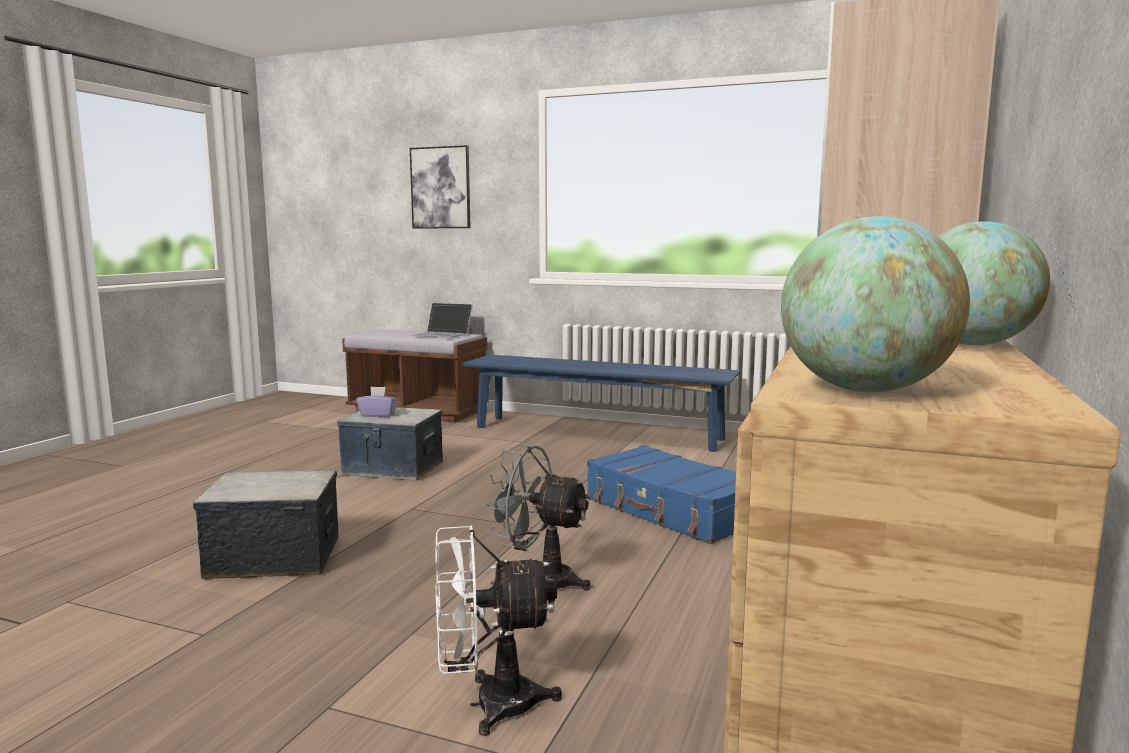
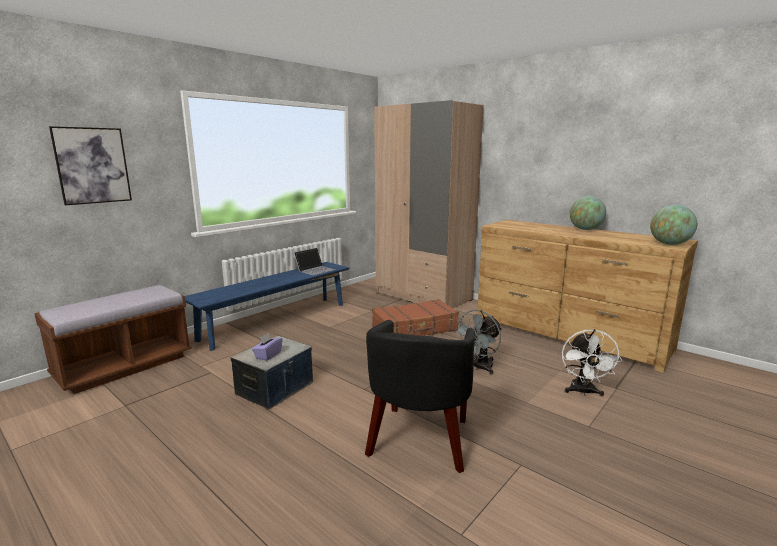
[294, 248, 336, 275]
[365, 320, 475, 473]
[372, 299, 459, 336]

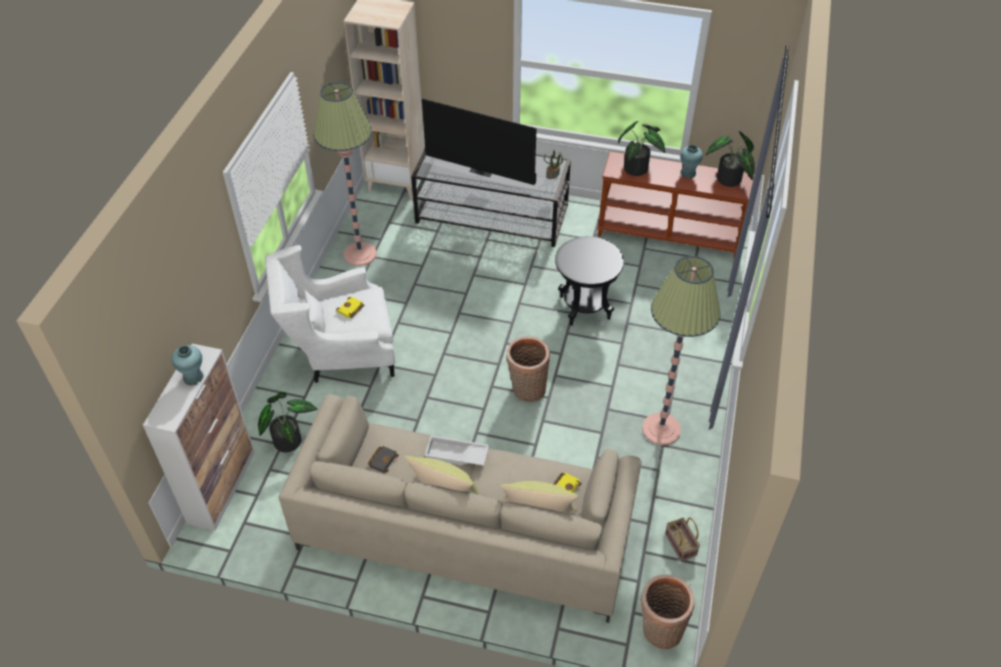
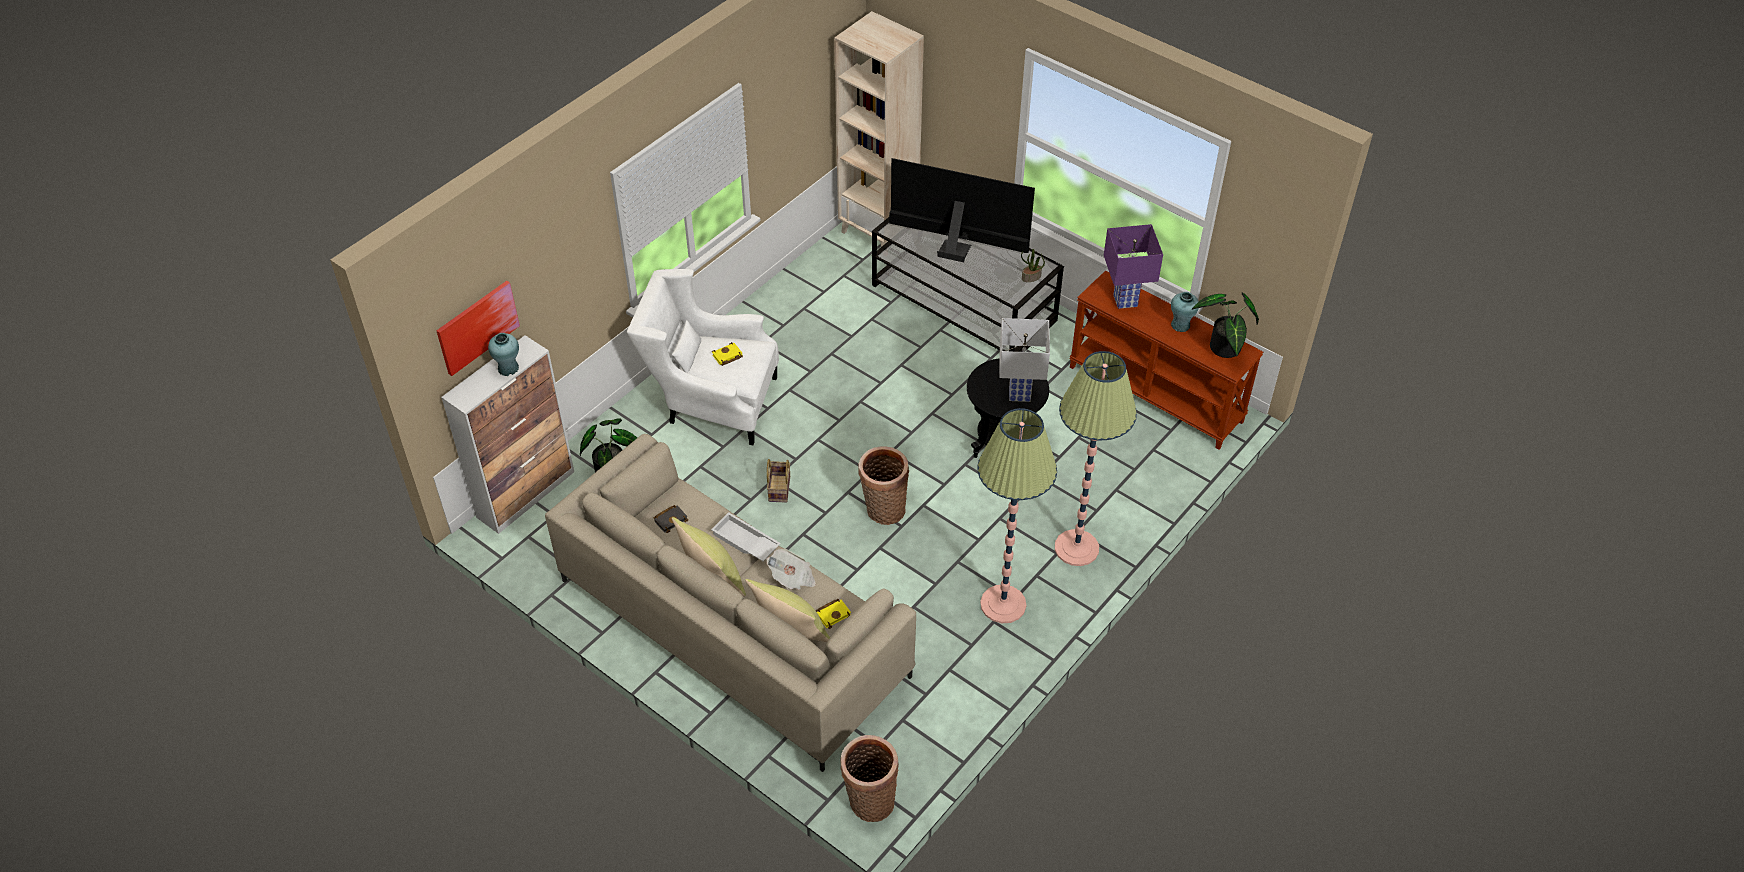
[436, 281, 520, 376]
[766, 549, 816, 590]
[767, 459, 790, 503]
[889, 158, 1035, 262]
[1000, 318, 1050, 402]
[1055, 351, 1137, 566]
[1104, 224, 1163, 309]

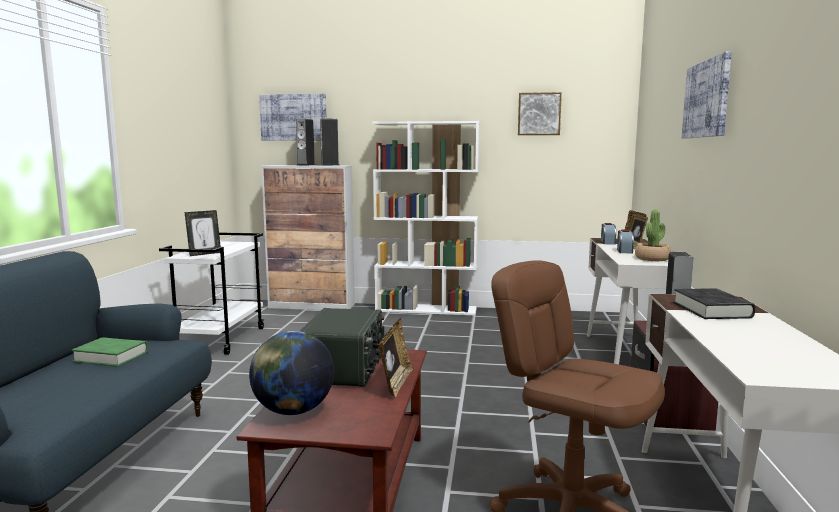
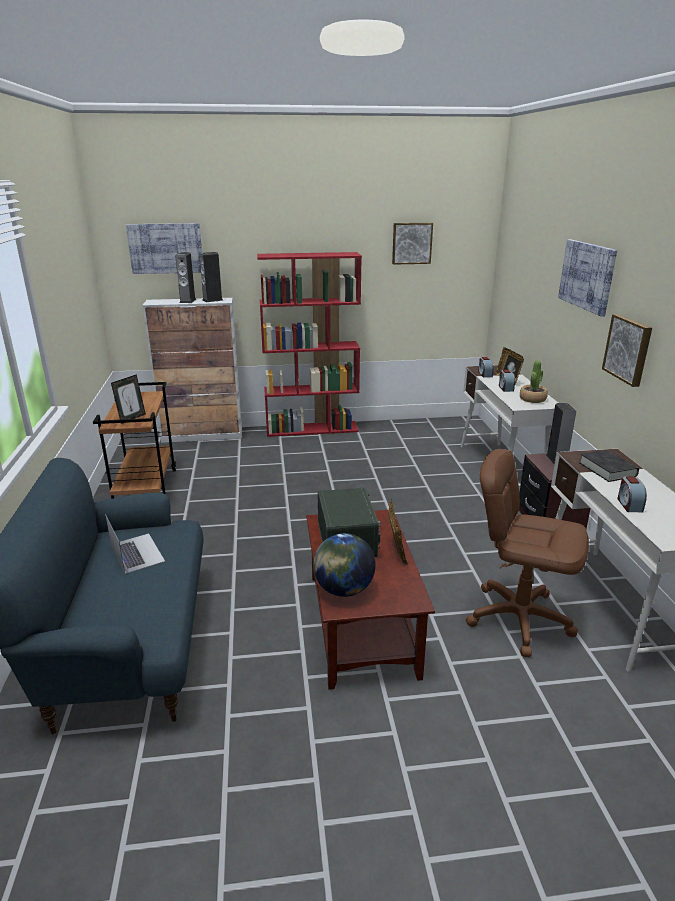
[93, 382, 176, 499]
[105, 514, 165, 574]
[257, 252, 362, 437]
[602, 314, 652, 387]
[617, 476, 647, 512]

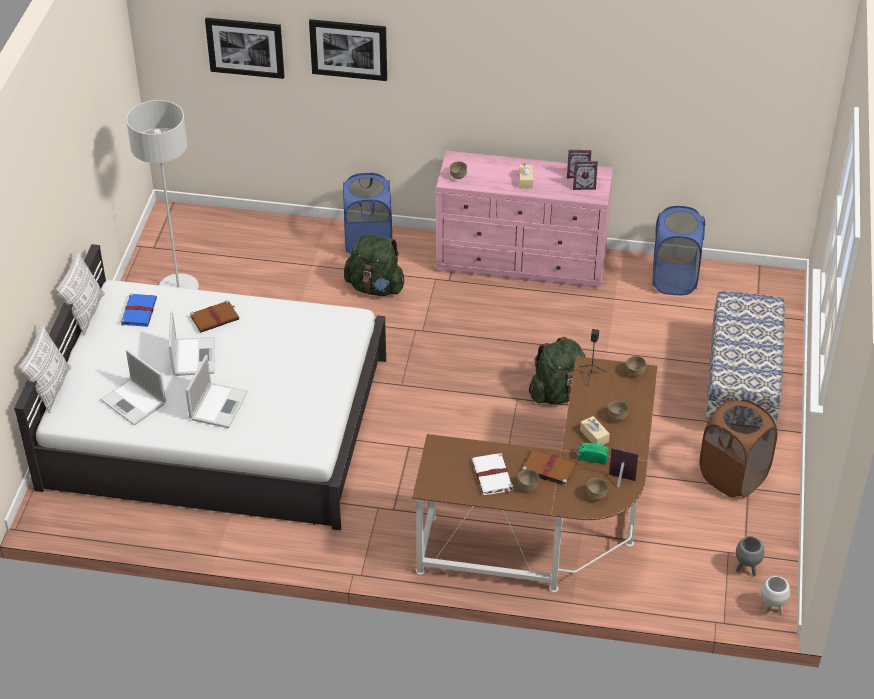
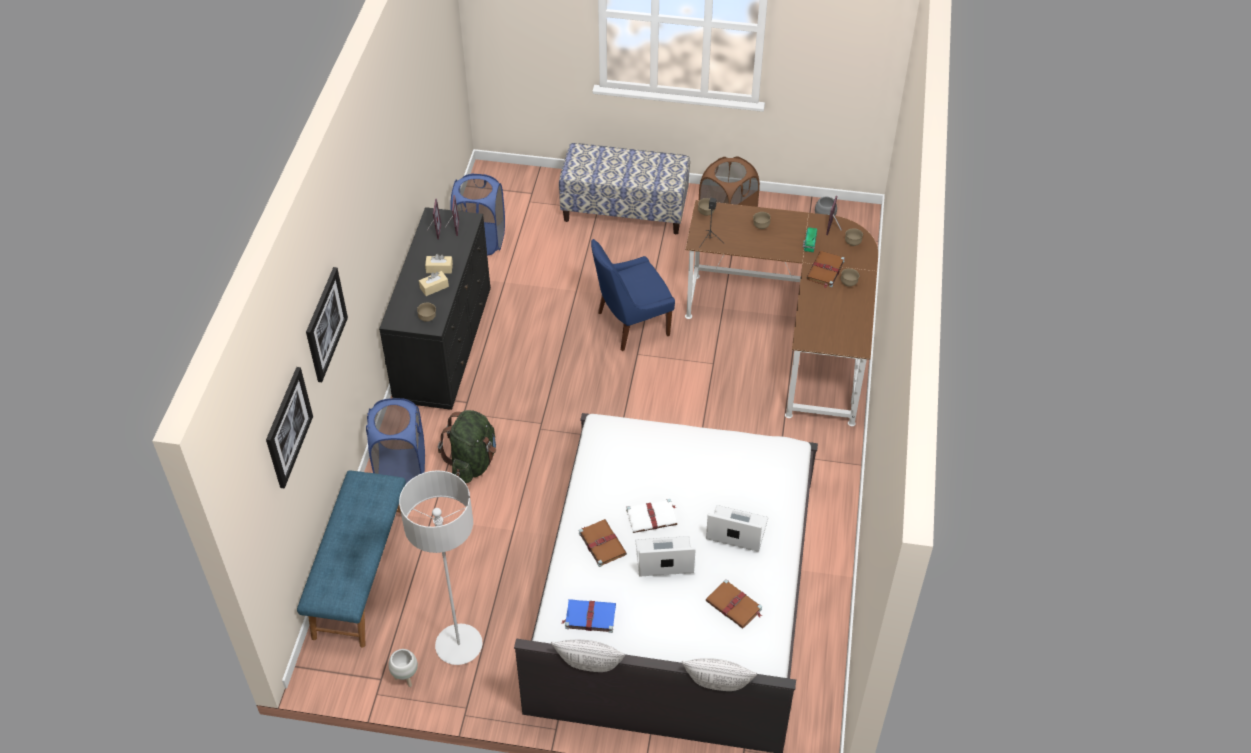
[297, 470, 406, 648]
[379, 207, 491, 410]
[388, 649, 418, 687]
[419, 271, 449, 296]
[591, 239, 675, 351]
[626, 499, 677, 533]
[706, 579, 762, 629]

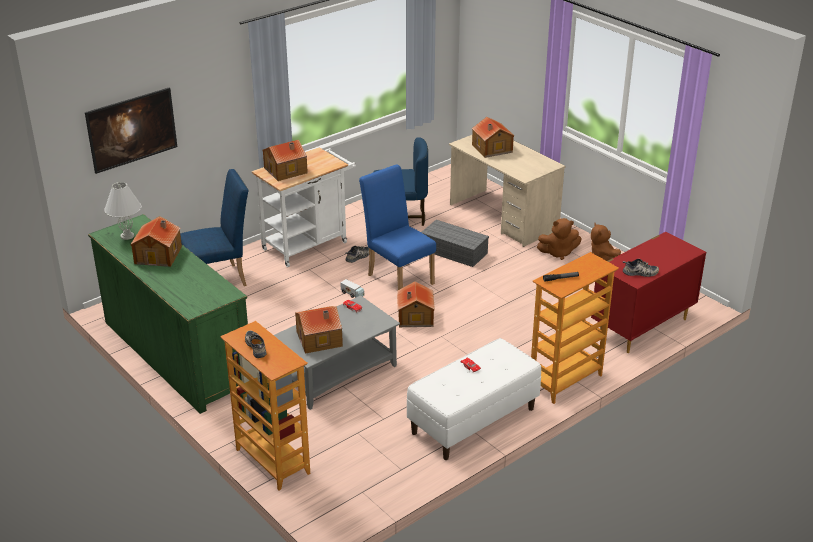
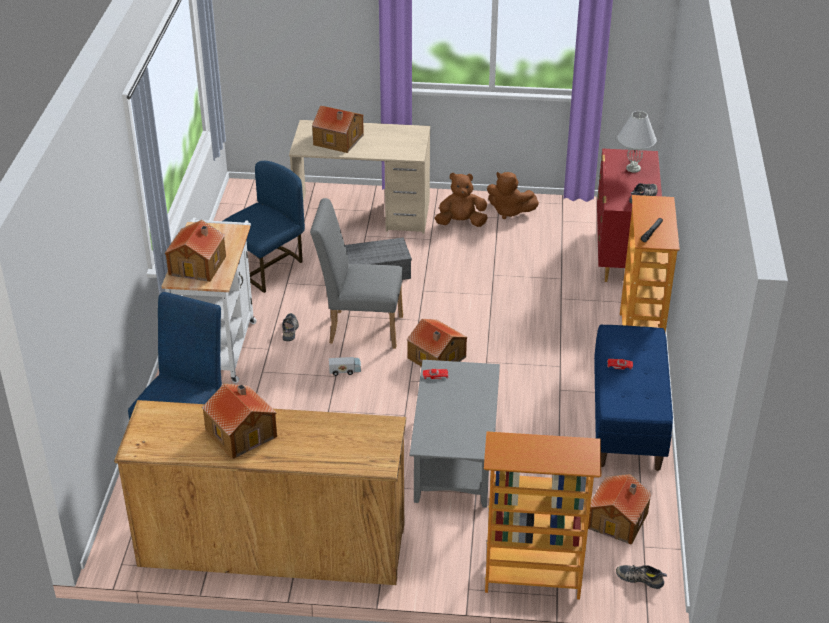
[114, 400, 406, 585]
[310, 198, 403, 349]
[435, 173, 488, 227]
[588, 474, 653, 545]
[594, 325, 673, 471]
[616, 565, 667, 589]
[618, 111, 657, 173]
[85, 88, 177, 174] (first image)

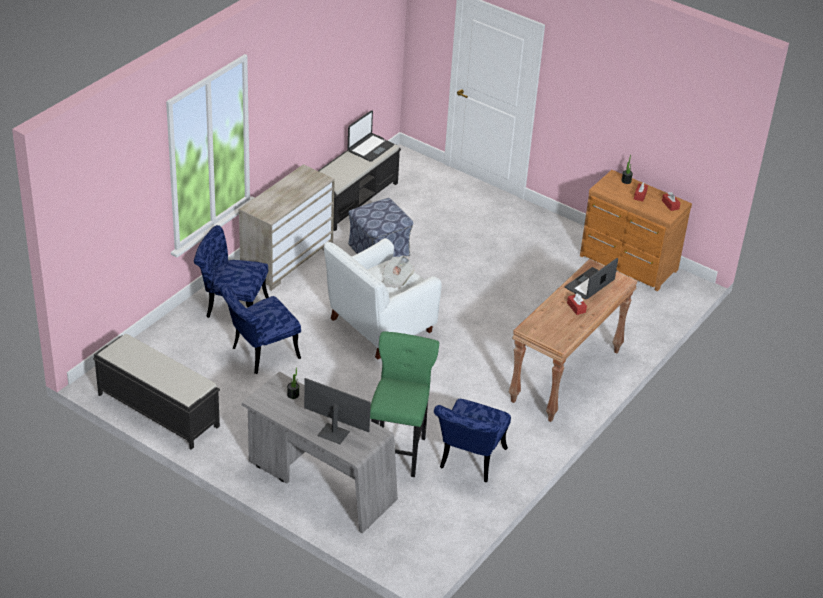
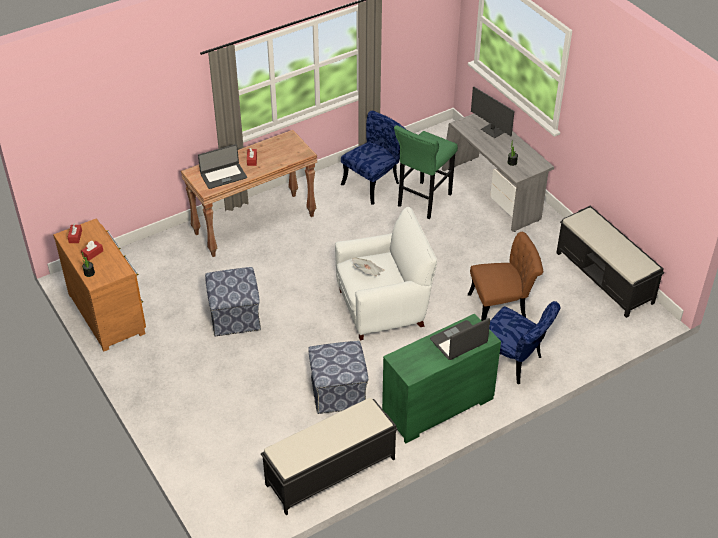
[205, 267, 261, 336]
[382, 313, 501, 443]
[430, 318, 490, 360]
[468, 232, 543, 321]

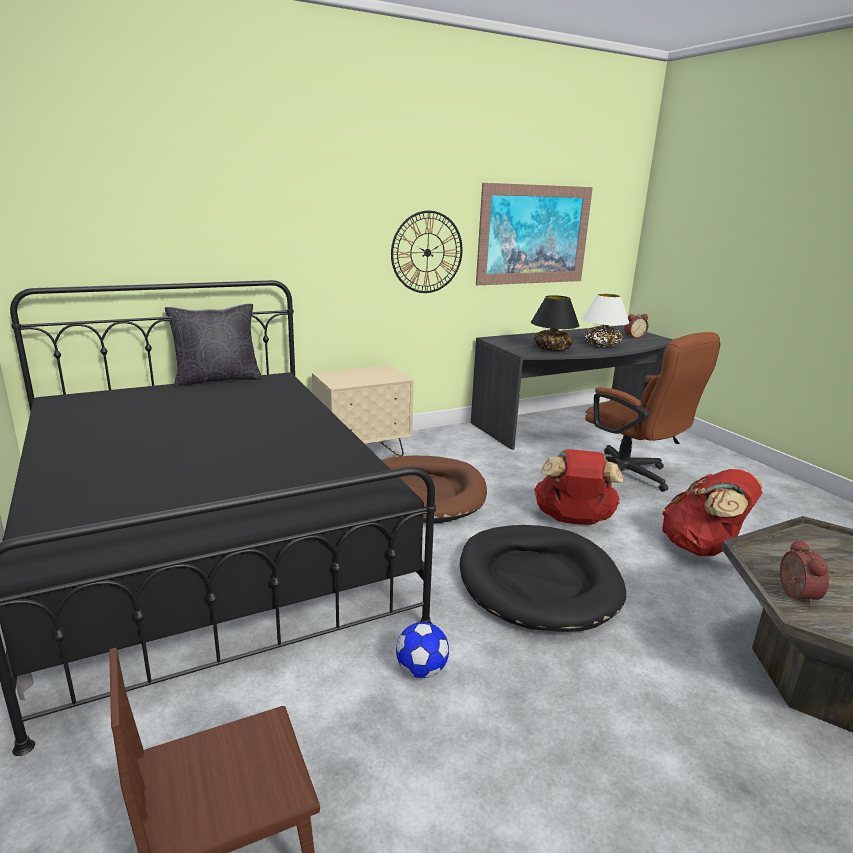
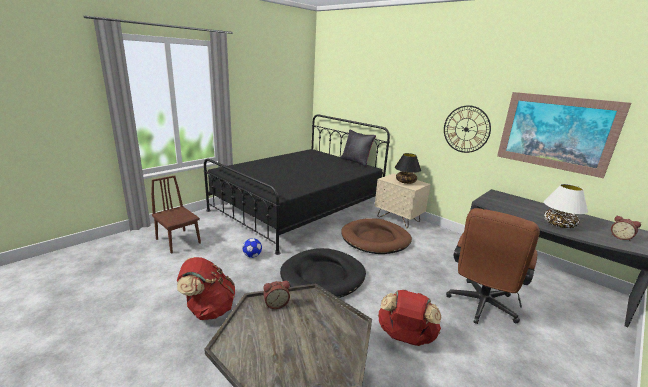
[177, 257, 235, 320]
[395, 153, 421, 184]

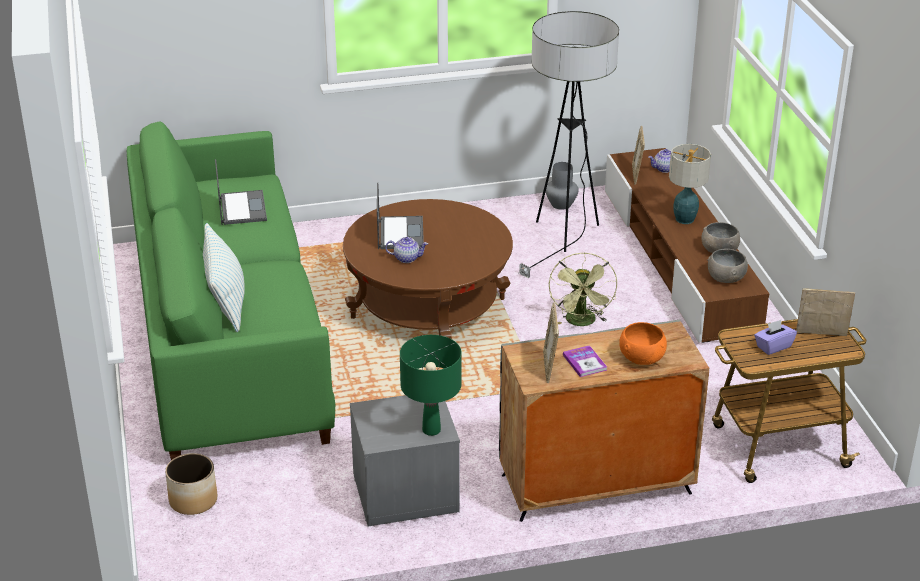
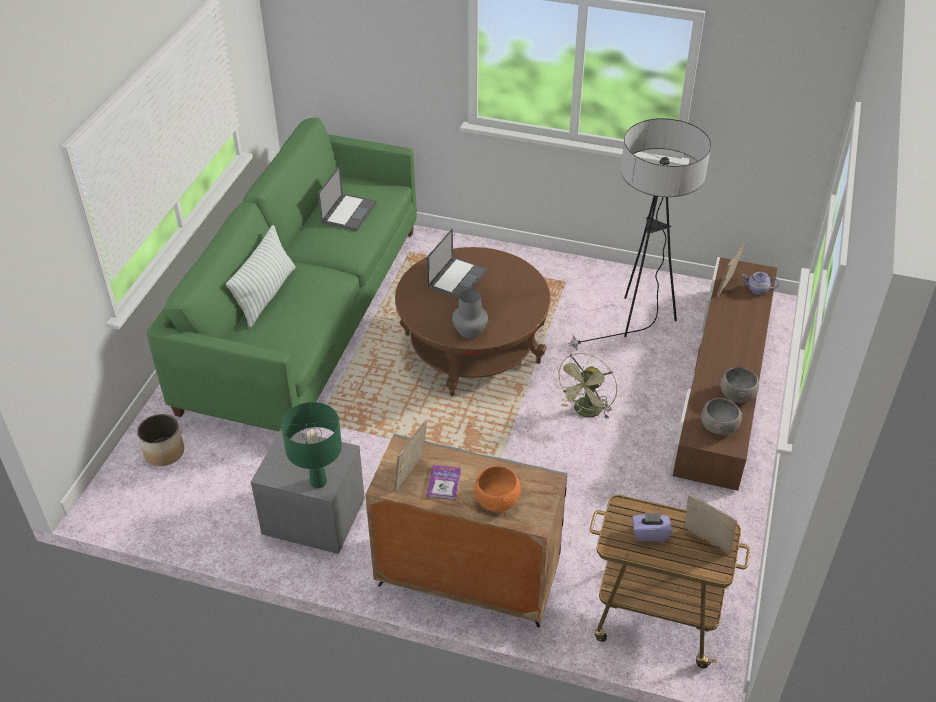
[452, 289, 488, 339]
[385, 237, 428, 263] (first image)
[669, 144, 711, 224] (first image)

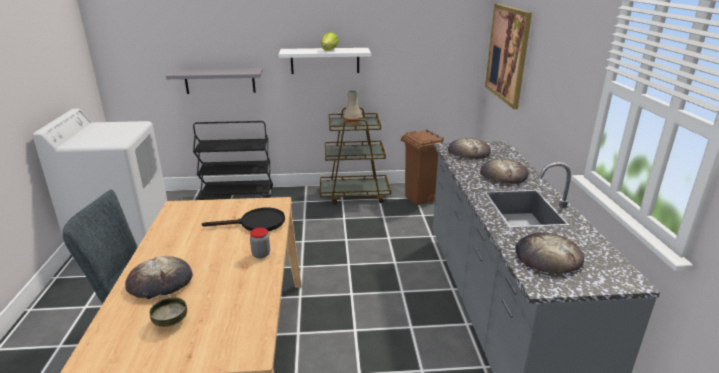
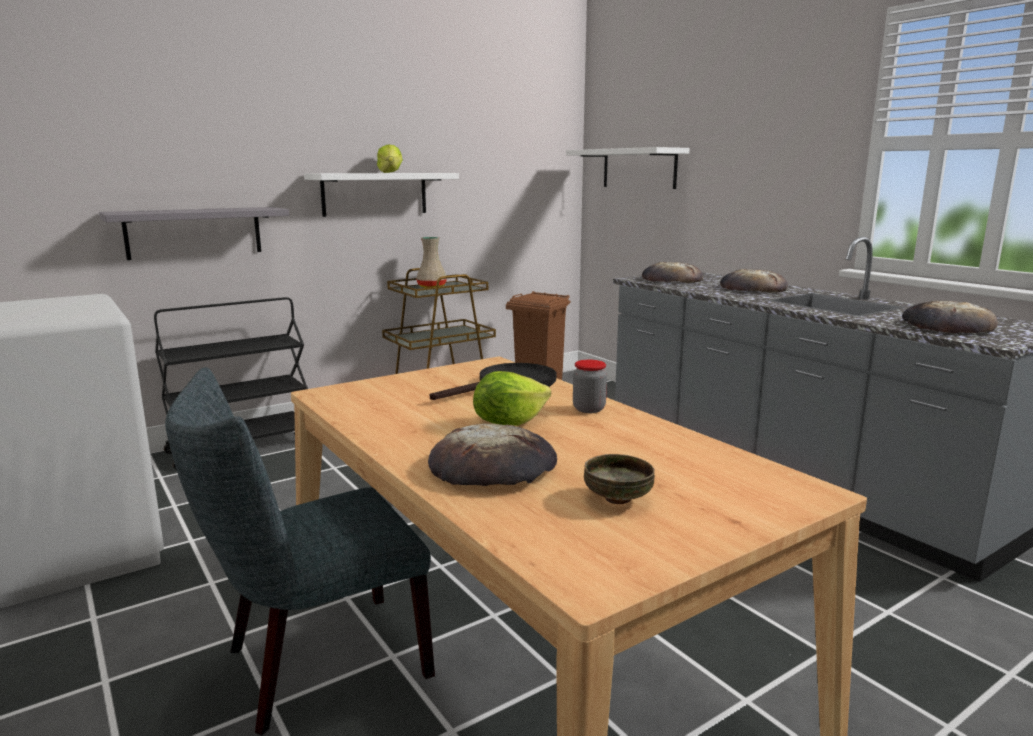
[473, 371, 551, 426]
[566, 147, 690, 189]

